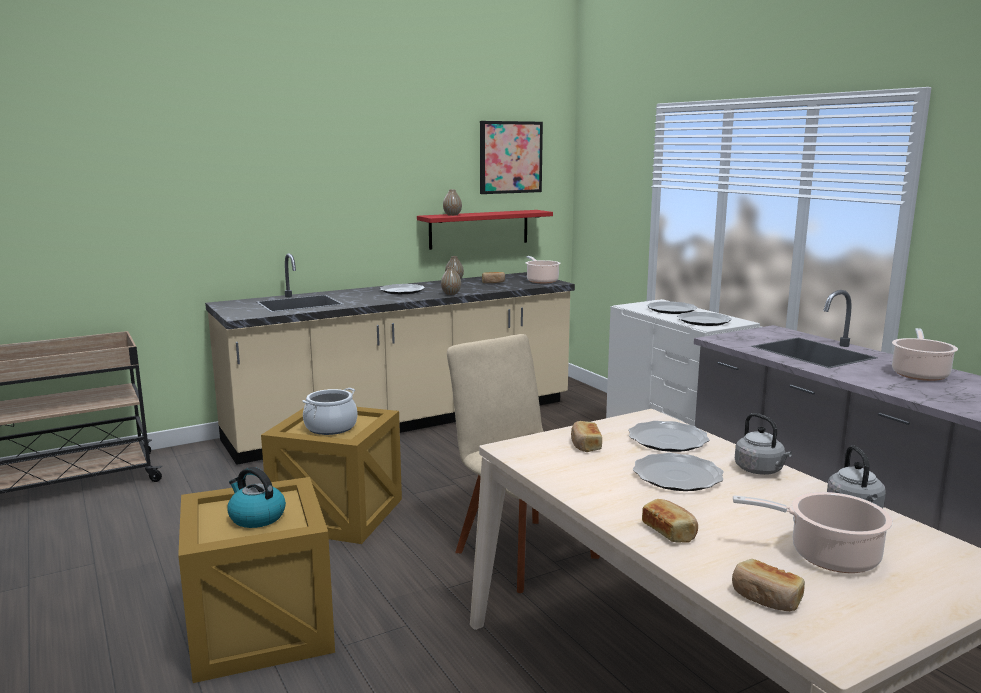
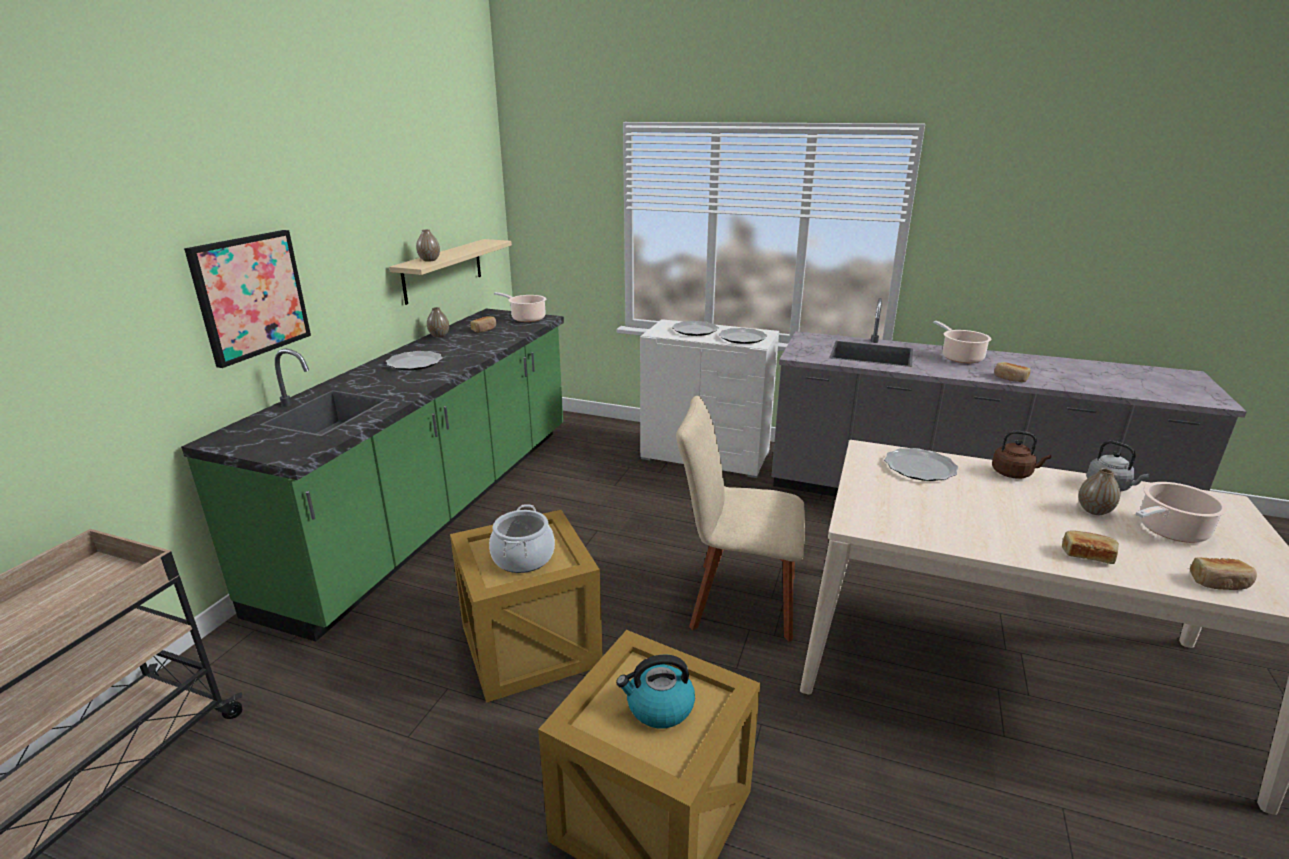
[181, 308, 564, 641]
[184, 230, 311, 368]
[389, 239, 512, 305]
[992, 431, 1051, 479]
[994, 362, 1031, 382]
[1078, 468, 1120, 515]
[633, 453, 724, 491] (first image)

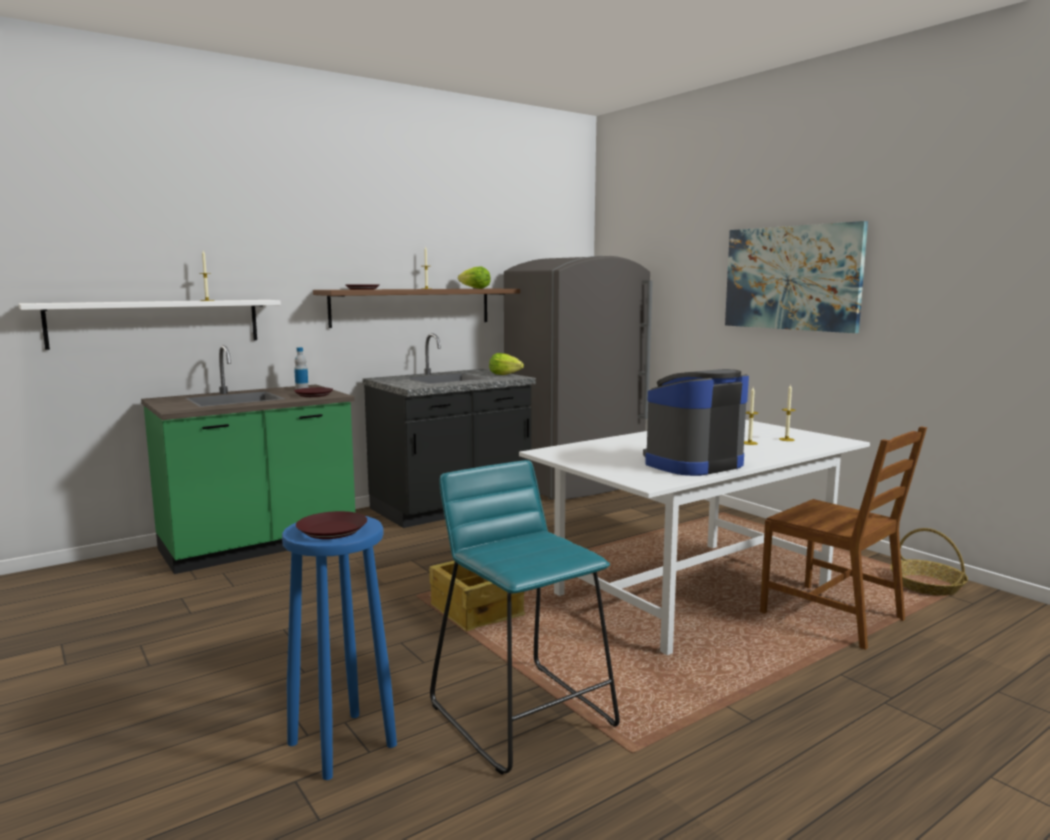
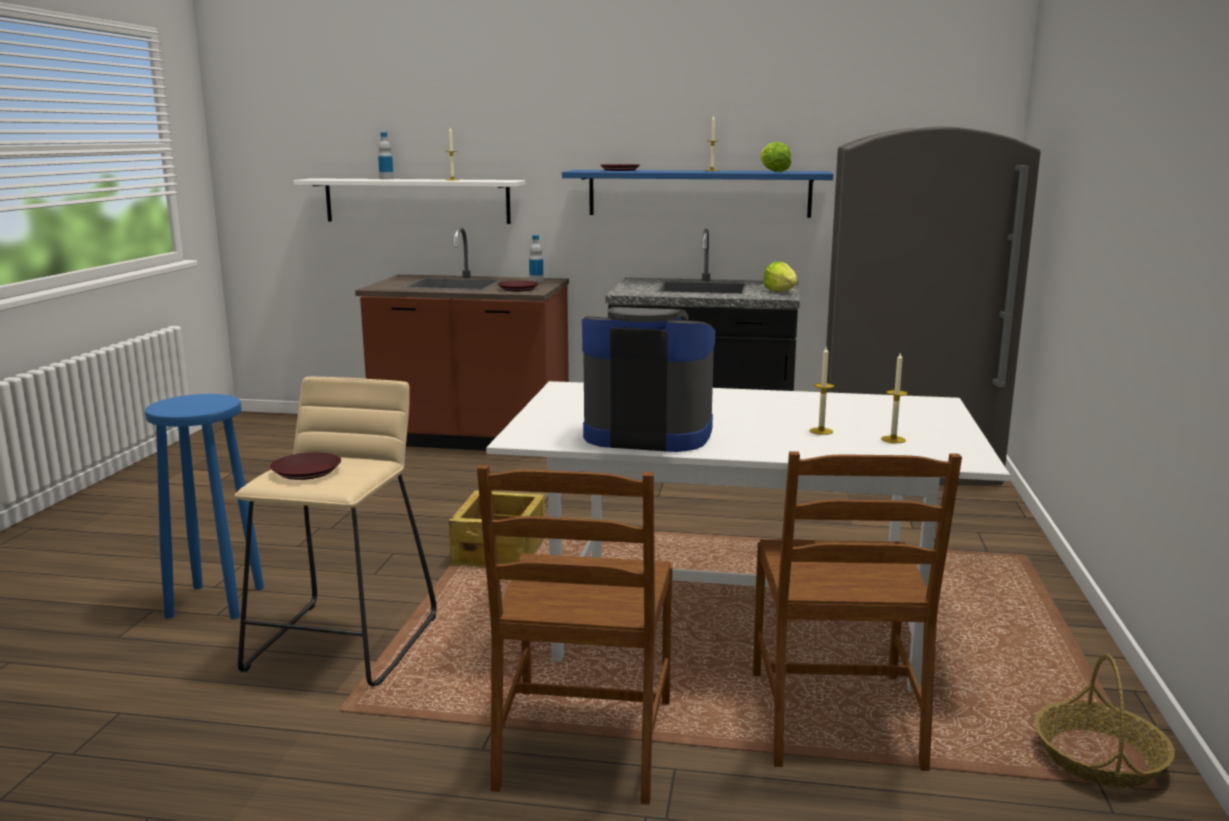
[235, 377, 437, 686]
[270, 452, 341, 480]
[355, 227, 569, 451]
[378, 133, 394, 179]
[477, 465, 673, 805]
[562, 170, 833, 218]
[725, 221, 868, 333] (first image)

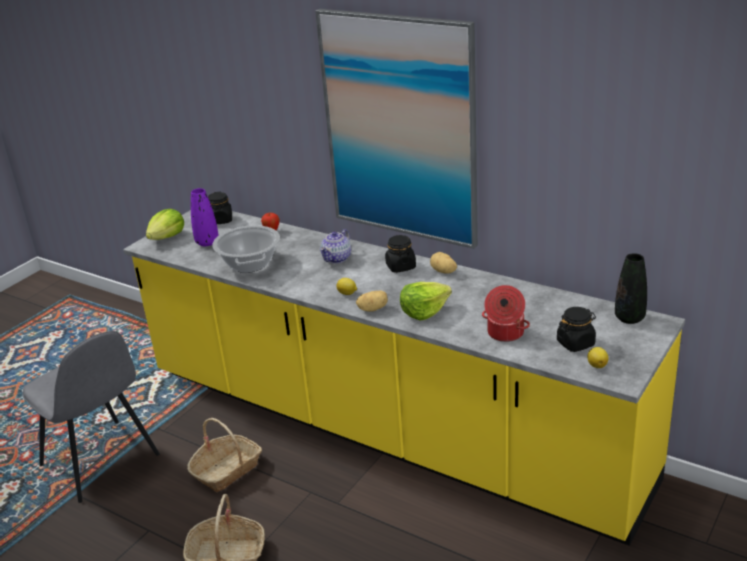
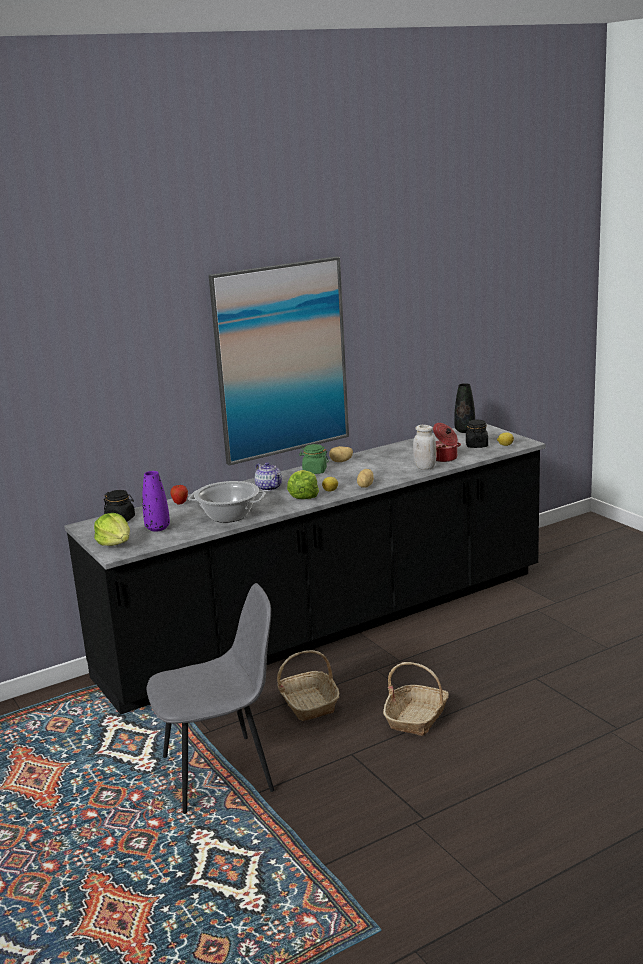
[64, 424, 545, 715]
[287, 470, 319, 499]
[299, 444, 329, 474]
[413, 425, 436, 470]

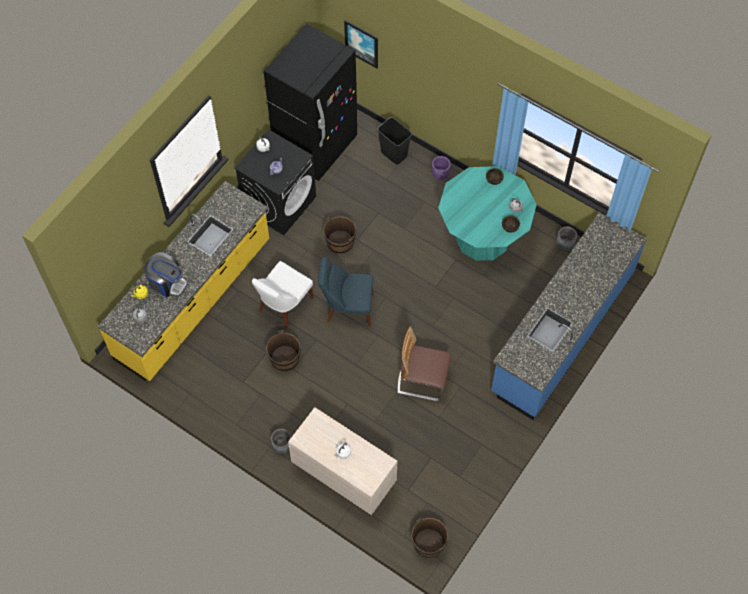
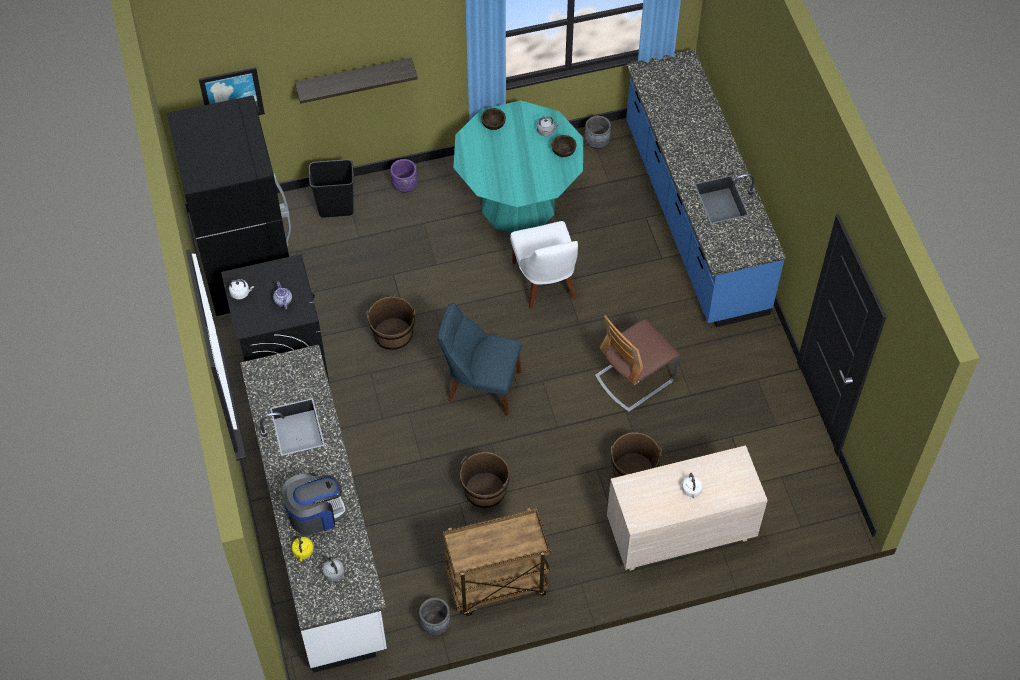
[240, 345, 387, 673]
[295, 58, 418, 104]
[419, 598, 450, 635]
[437, 303, 521, 416]
[442, 508, 550, 616]
[510, 221, 578, 309]
[611, 432, 662, 477]

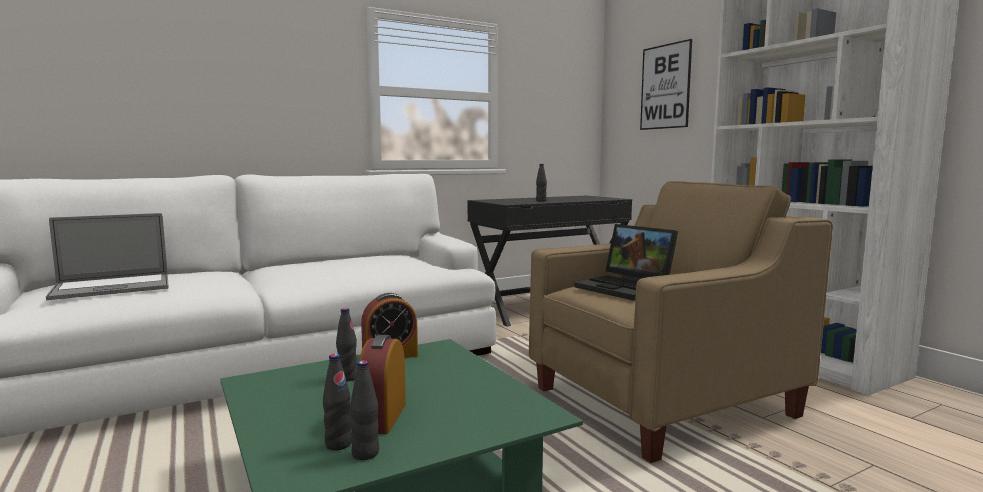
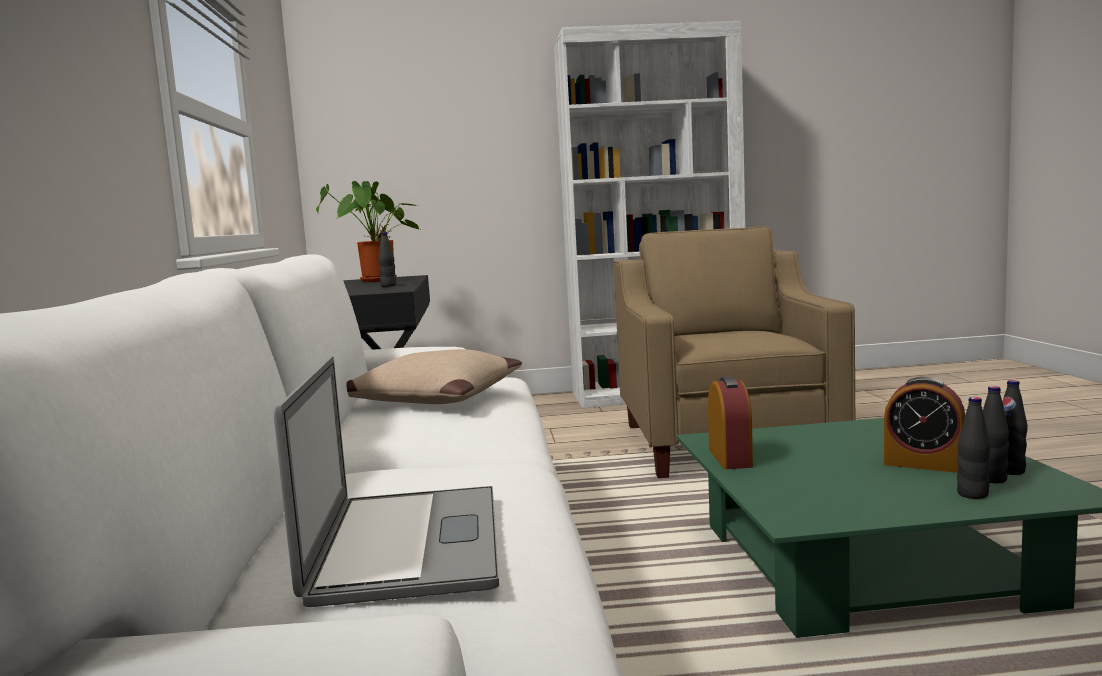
[316, 181, 420, 282]
[347, 349, 522, 404]
[957, 397, 991, 499]
[574, 224, 678, 301] (first image)
[640, 39, 692, 130] (first image)

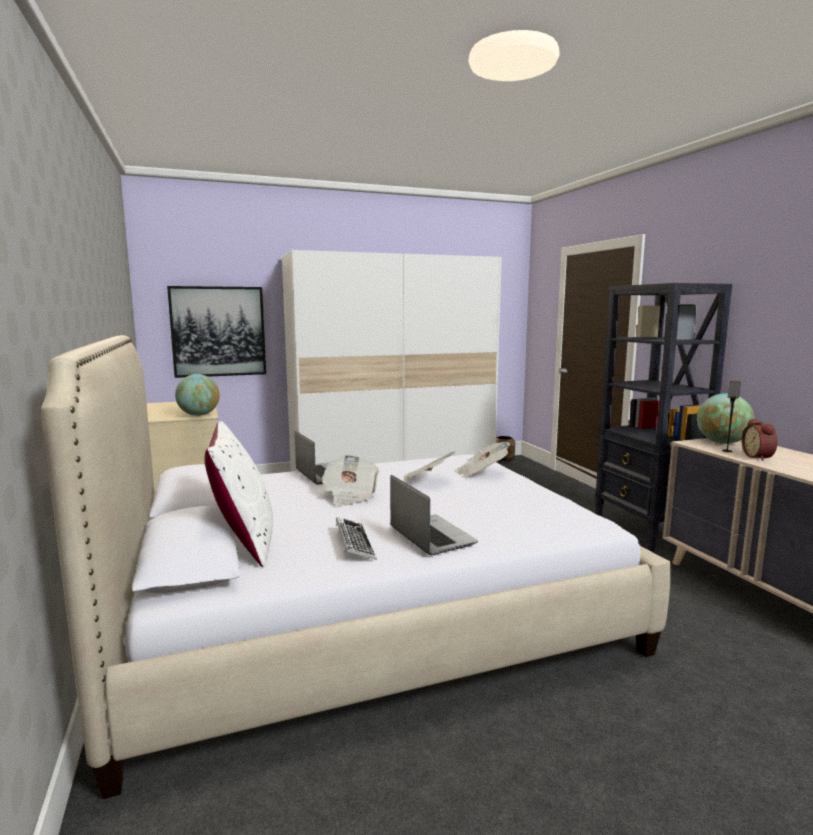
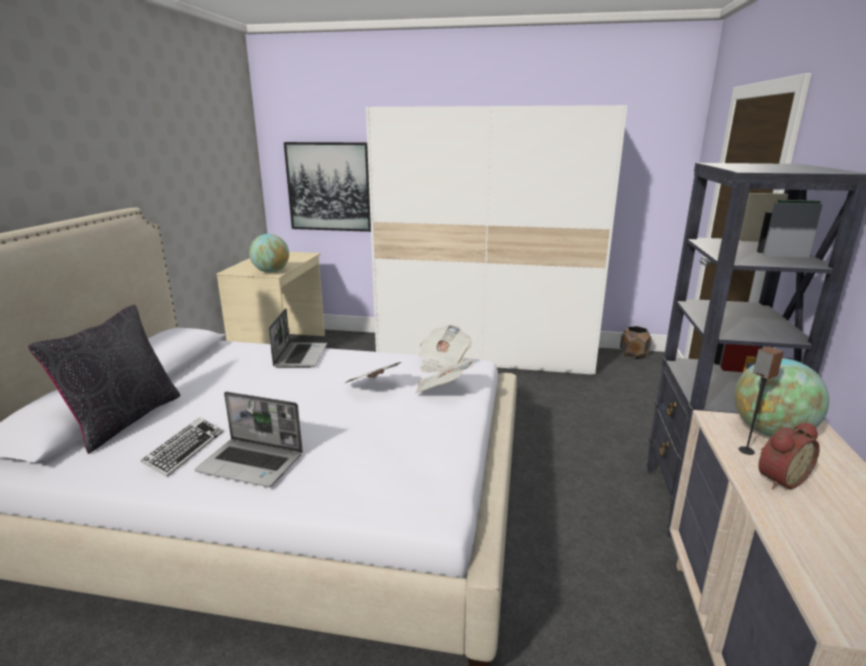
[28, 305, 181, 454]
[194, 391, 303, 487]
[419, 325, 472, 373]
[758, 423, 820, 489]

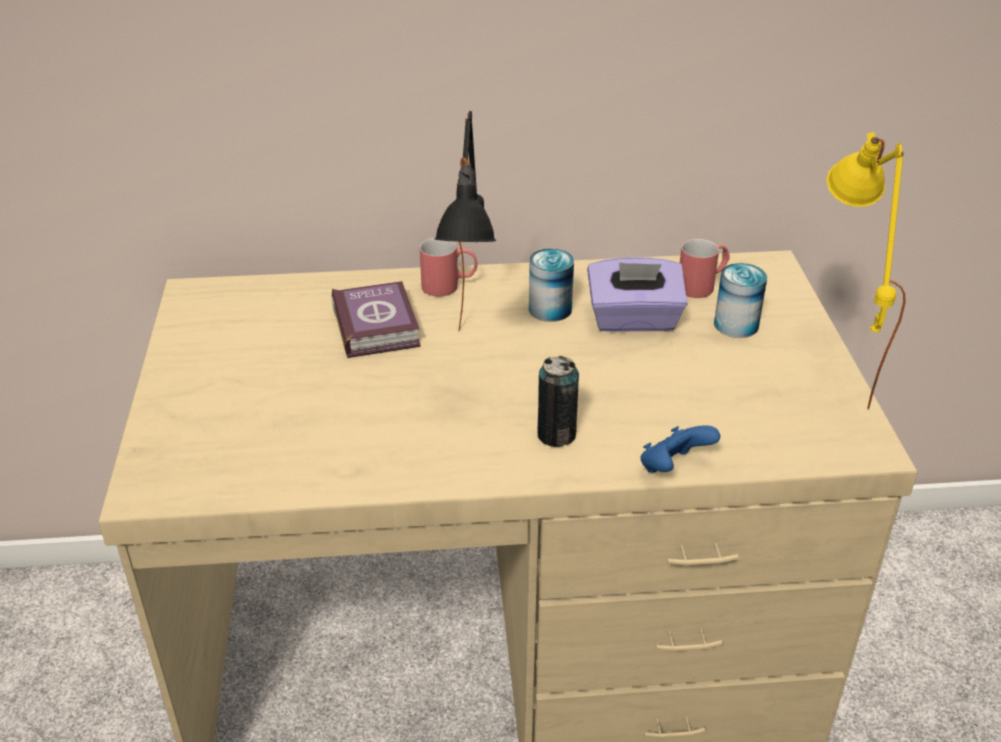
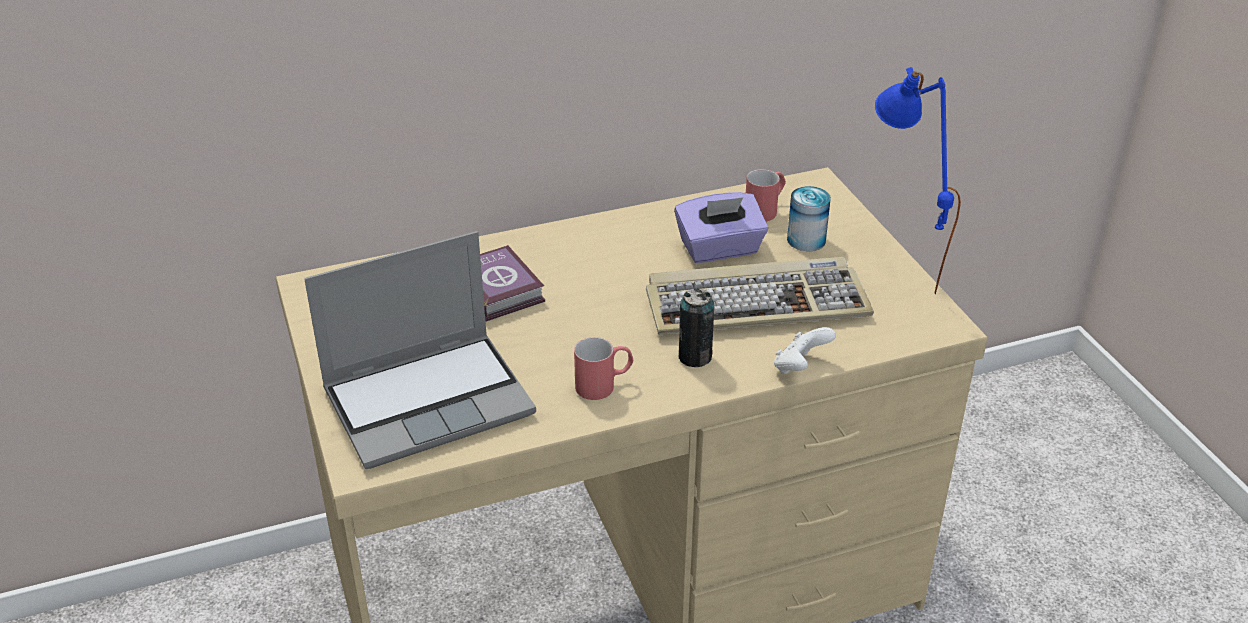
[304, 231, 536, 469]
[574, 337, 633, 400]
[646, 257, 874, 335]
[774, 327, 836, 374]
[875, 67, 961, 295]
[434, 111, 496, 331] (first image)
[529, 248, 574, 322] (first image)

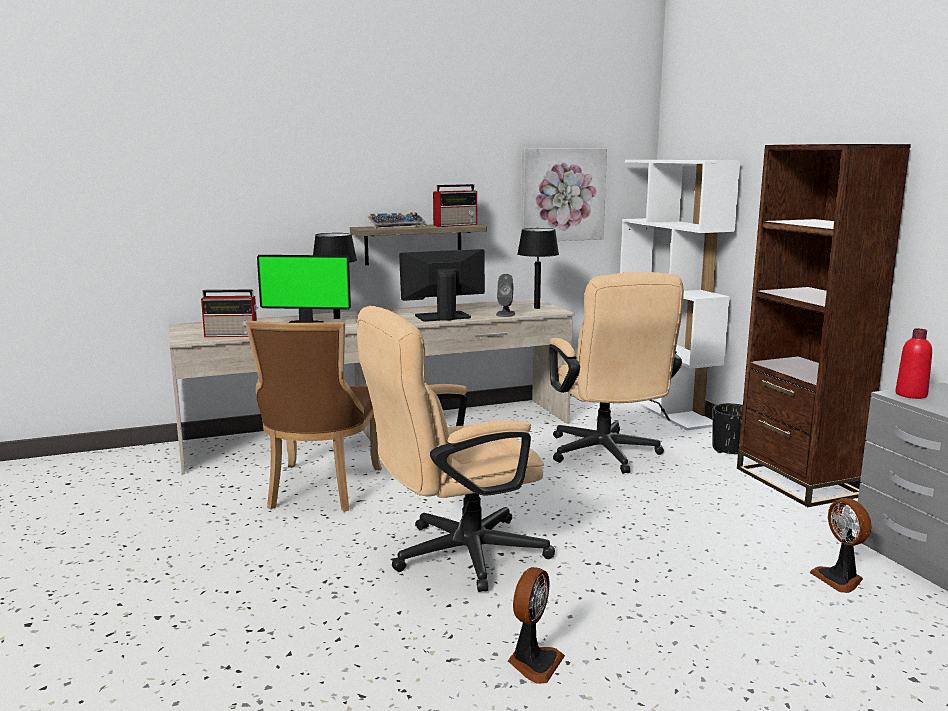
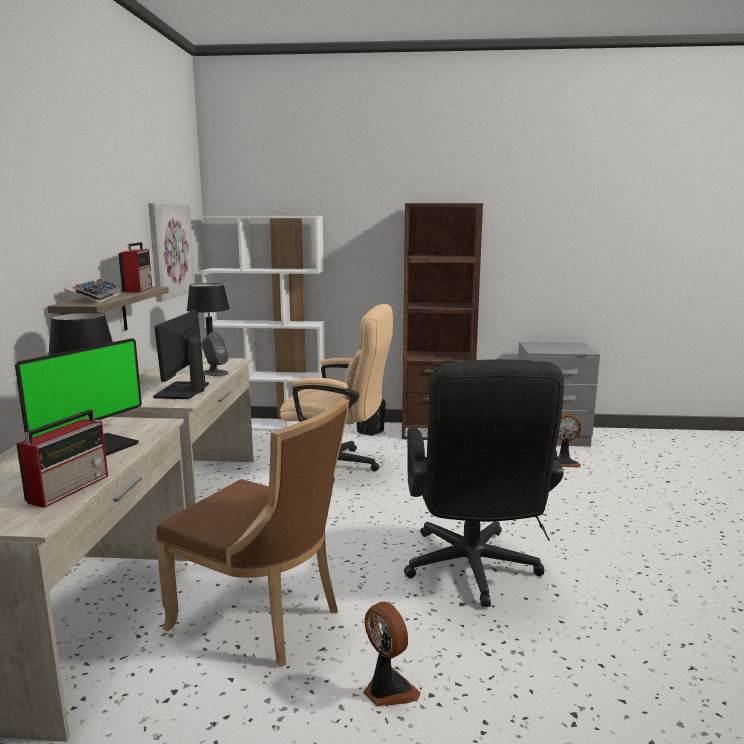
[364, 602, 421, 706]
[404, 359, 564, 607]
[895, 328, 932, 399] (first image)

